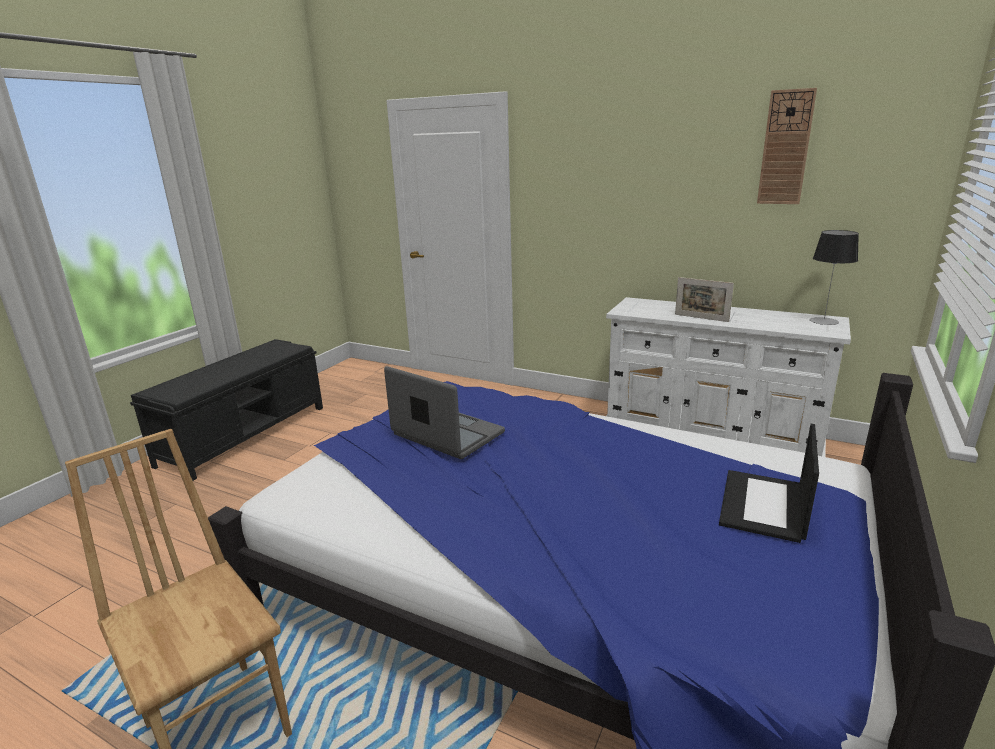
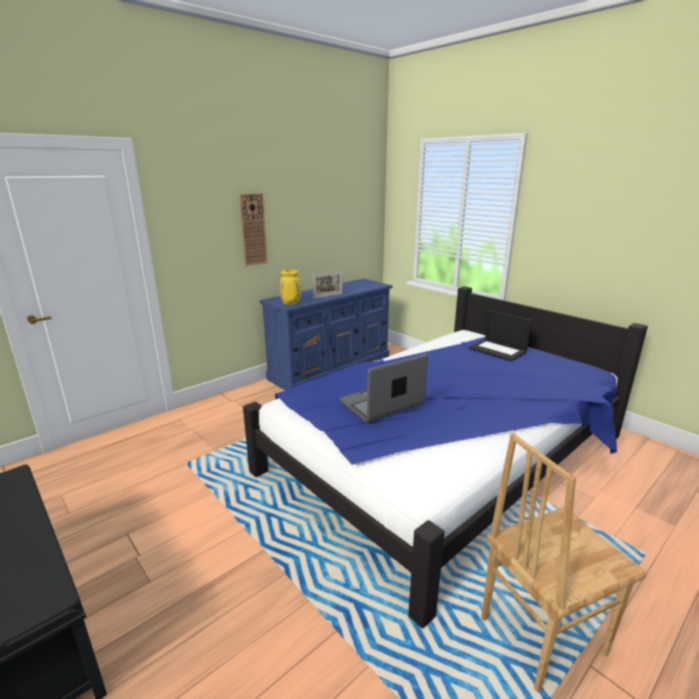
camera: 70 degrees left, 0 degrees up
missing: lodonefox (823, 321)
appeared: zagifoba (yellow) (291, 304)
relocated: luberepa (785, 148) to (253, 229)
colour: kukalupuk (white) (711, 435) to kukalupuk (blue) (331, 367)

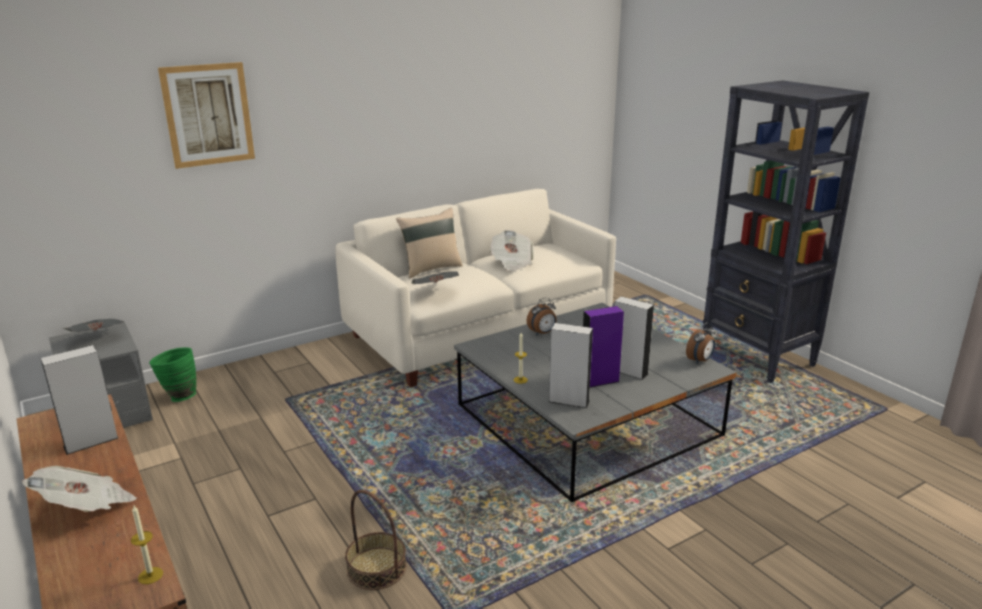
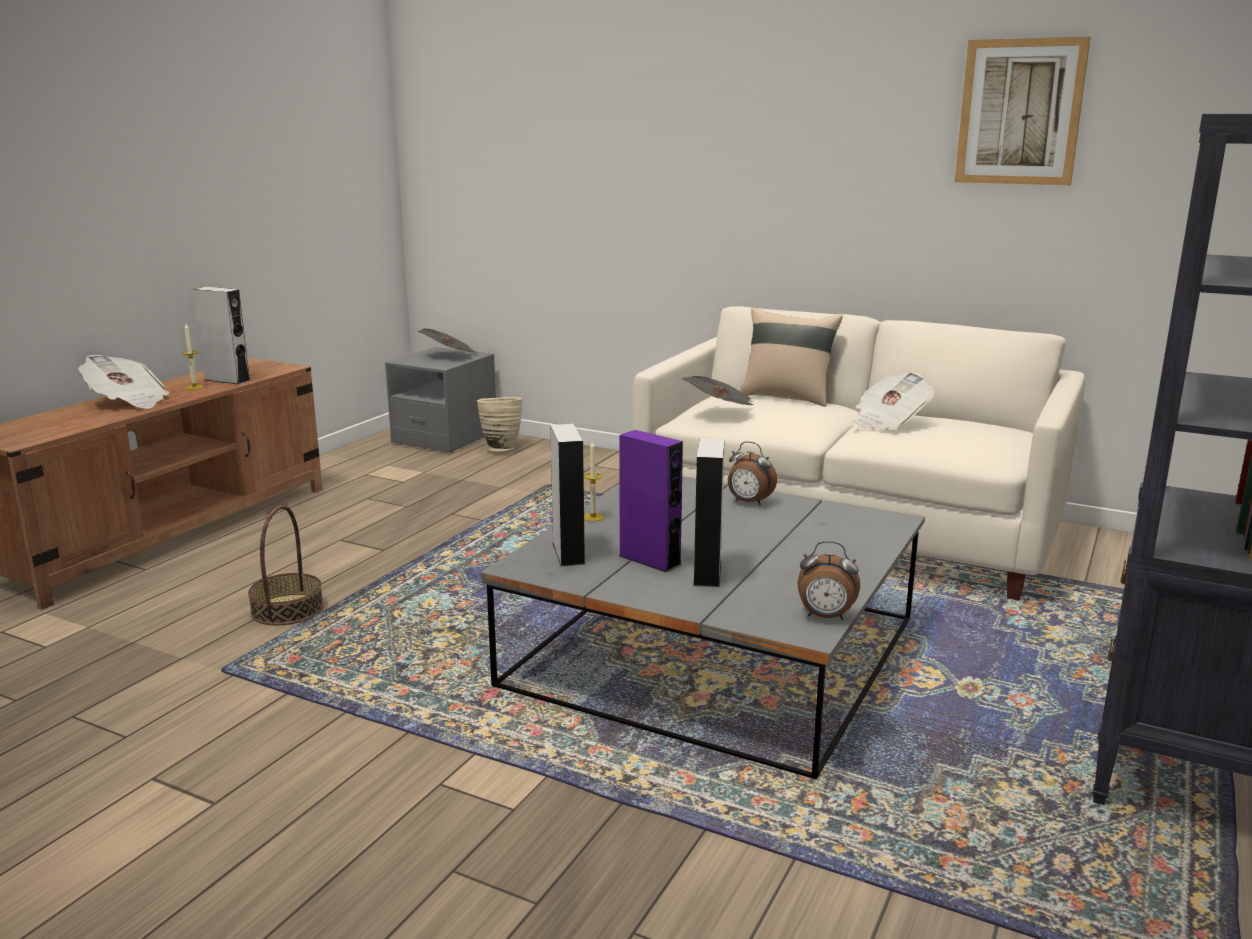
camera: 60 degrees right, 5 degrees down
relocated: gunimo (150, 575) to (194, 387); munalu (208, 115) to (1019, 112)
colour: zagifoba (green) (178, 396) to zagifoba (beige) (500, 449)

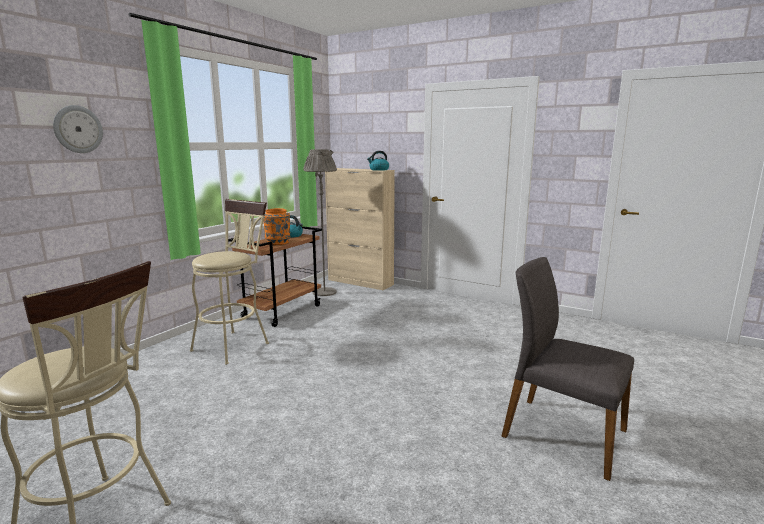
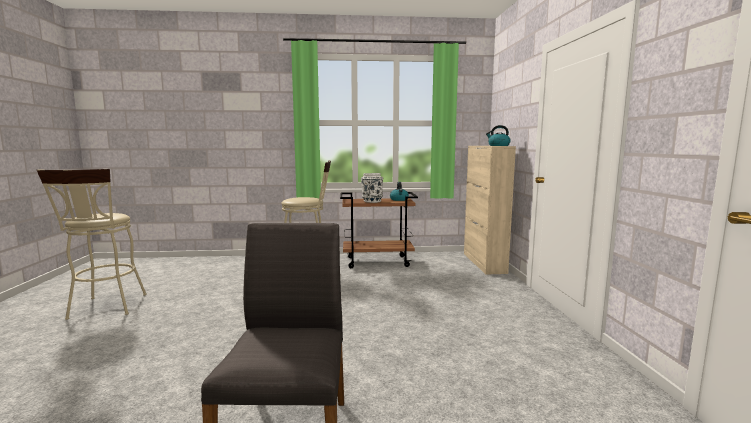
camera: 55 degrees right, 5 degrees down
missing: luberepa (78, 129); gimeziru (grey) (324, 292)
colour: zagifoba (orange) (278, 243) to zagifoba (white) (372, 201)

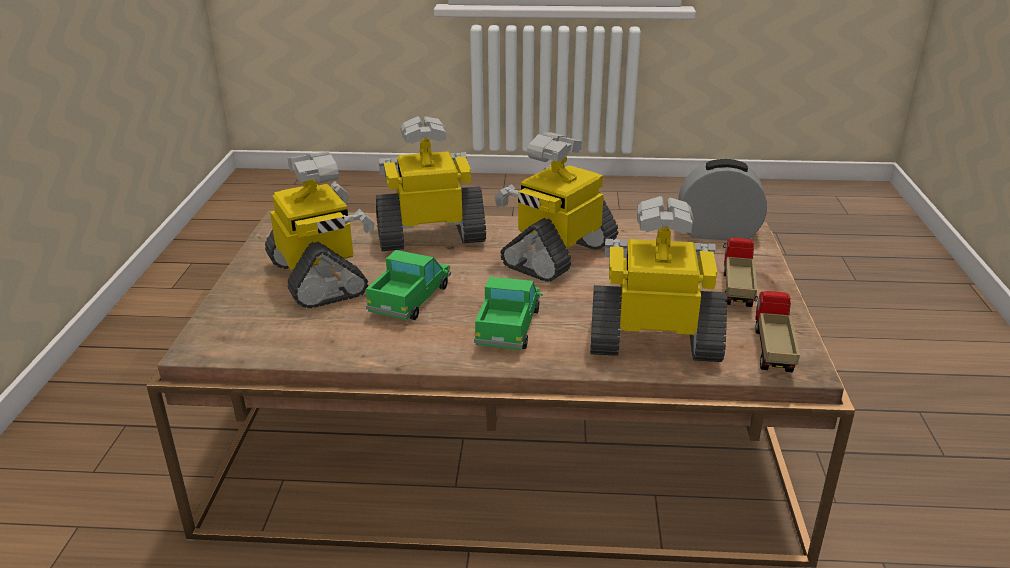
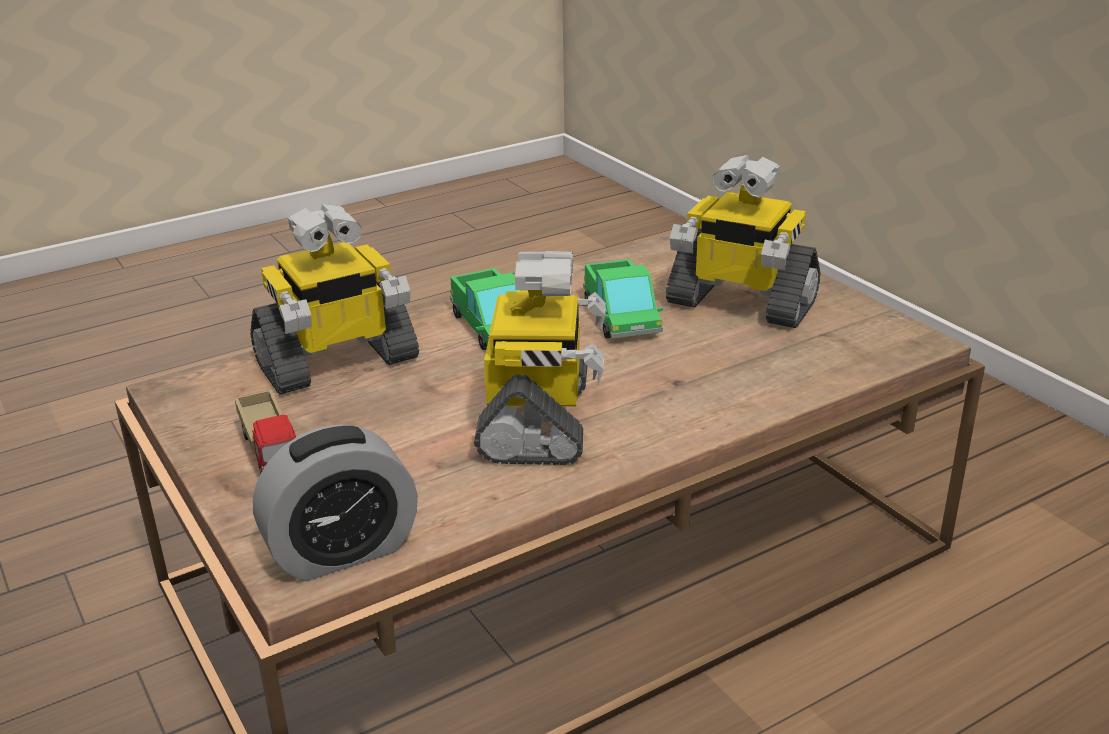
camera: 145 degrees right, 0 degrees up
missing: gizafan (431, 236); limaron (771, 350)

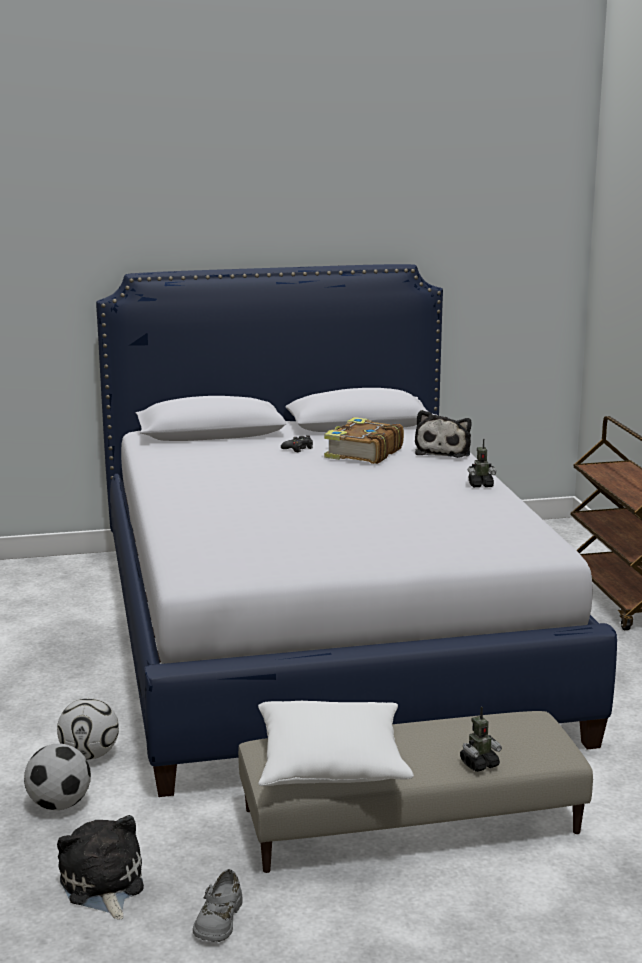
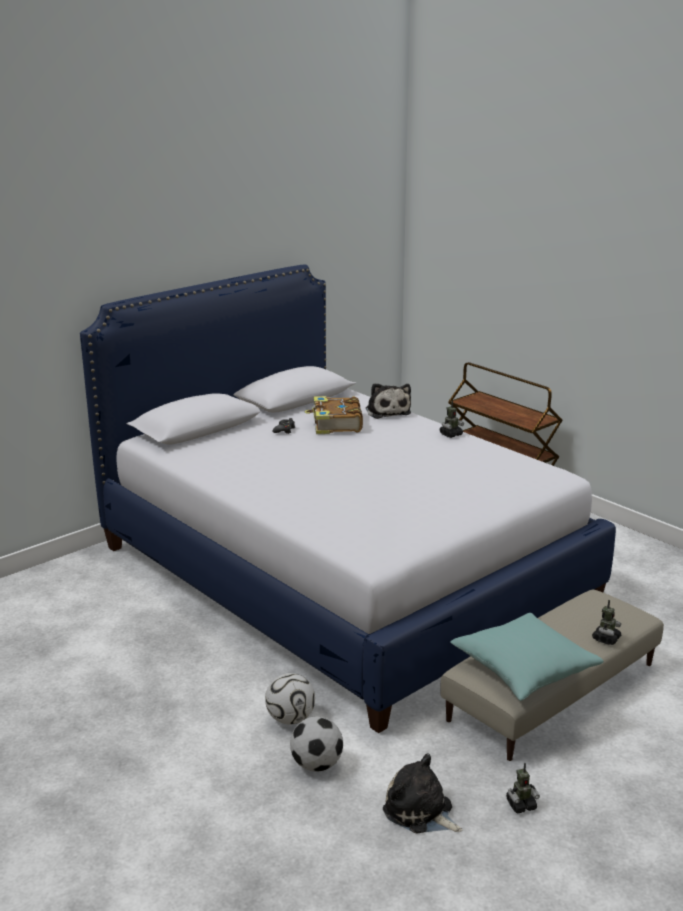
camera: 30 degrees left, 5 degrees up
exchanged: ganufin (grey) (218, 920) to gizafan (521, 805)
colour: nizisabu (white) (331, 764) to nizisabu (turquoise) (524, 669)

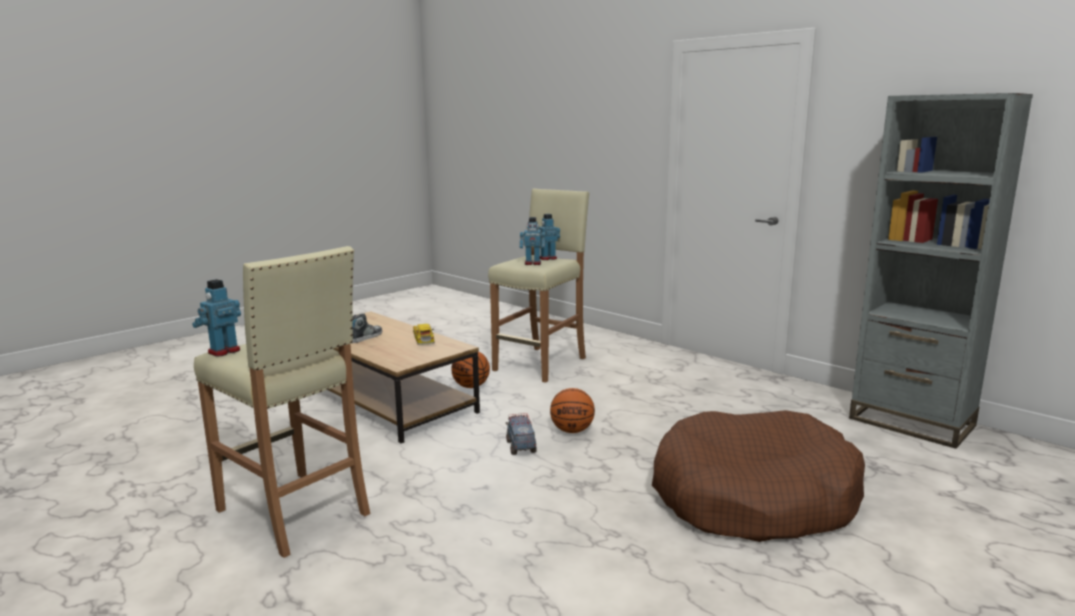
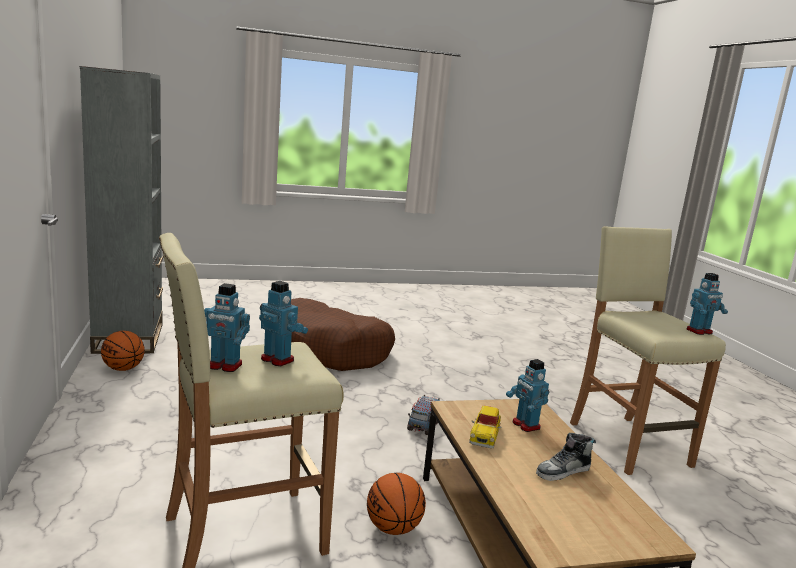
camera: 150 degrees left, 0 degrees up
appeared: gizafan (525, 425)
relocated: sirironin (572, 430) to (123, 369)

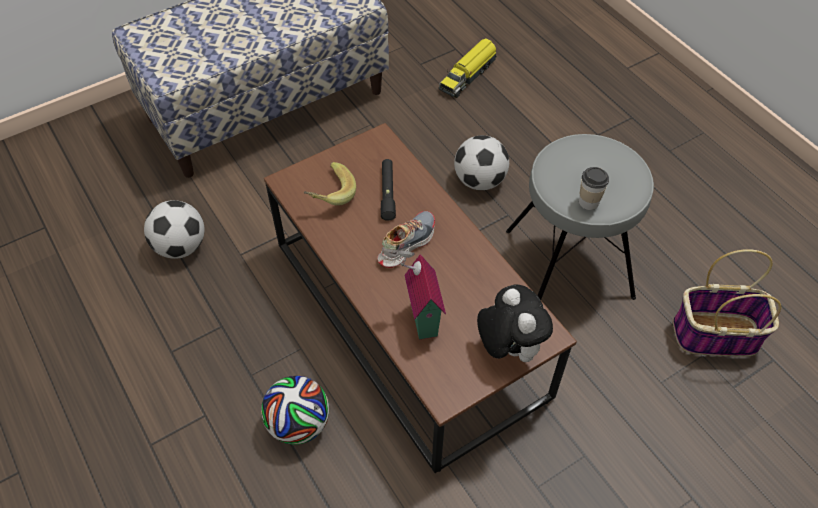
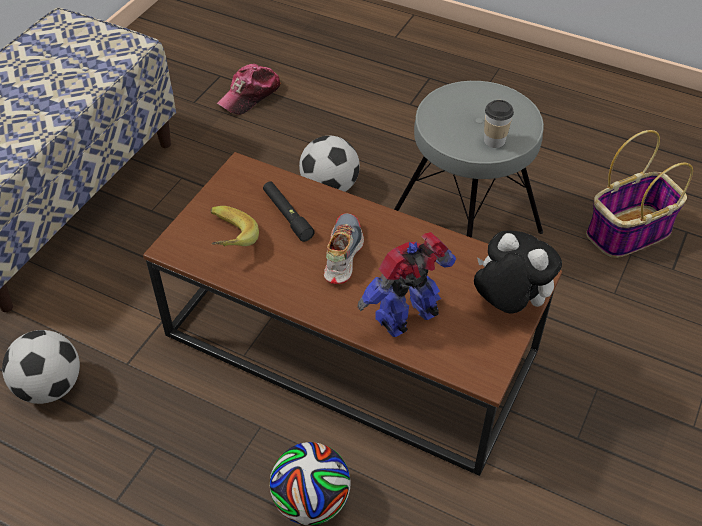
camera: 30 degrees left, 5 degrees down
exchanged: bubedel (420, 320) to gizafan (409, 317); limaron (468, 75) to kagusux (250, 95)

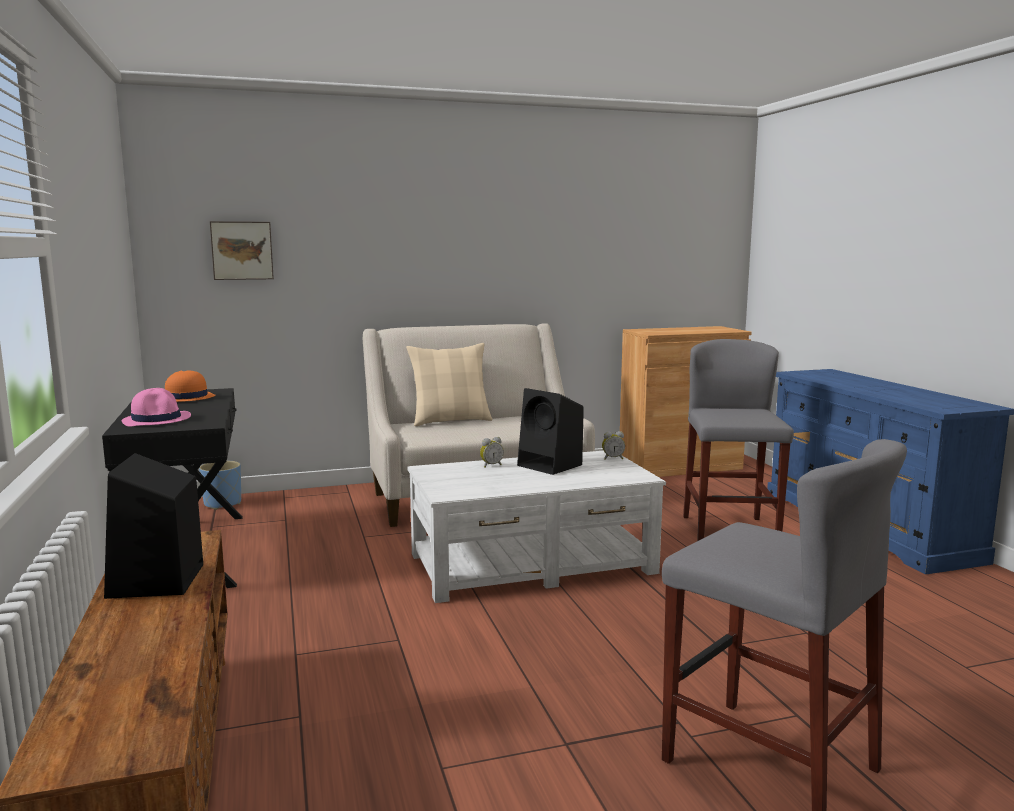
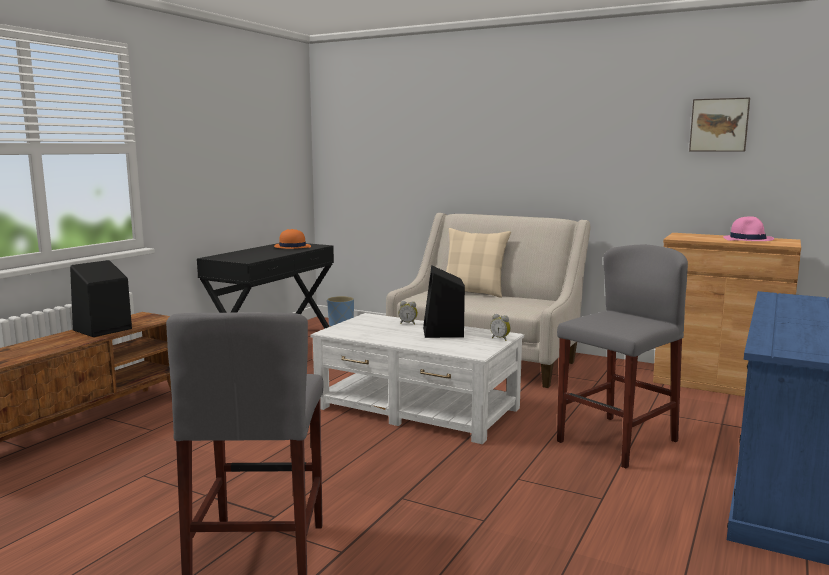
camera: 45 degrees right, 0 degrees up
relocated: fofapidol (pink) (157, 420) to (748, 239); munalu (242, 250) to (719, 125)

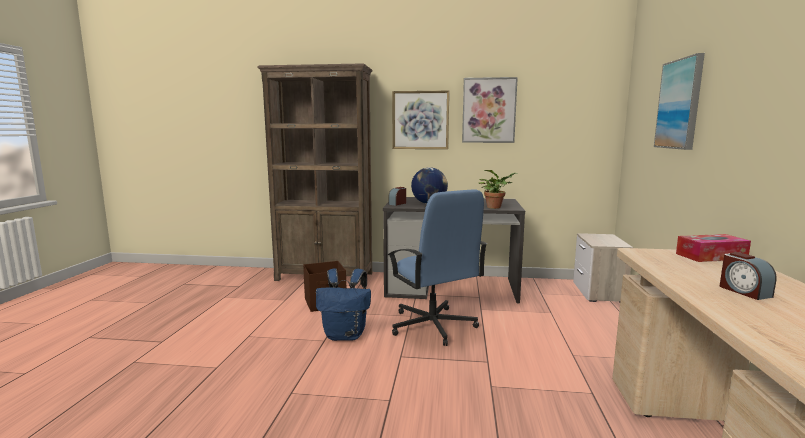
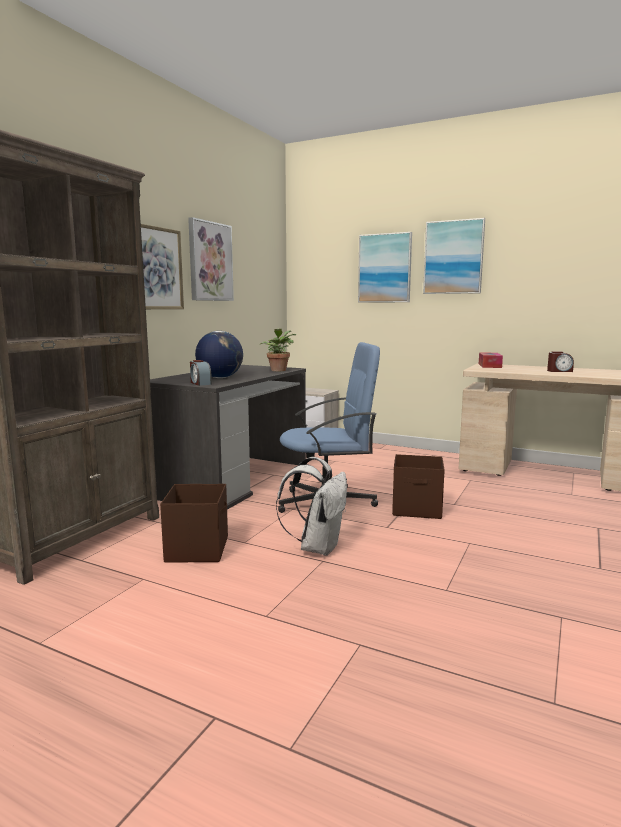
camera: 70 degrees left, 0 degrees up
appeared: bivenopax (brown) (417, 509); munalu (453, 257)
colour: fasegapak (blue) (346, 335) to fasegapak (white) (318, 547)

